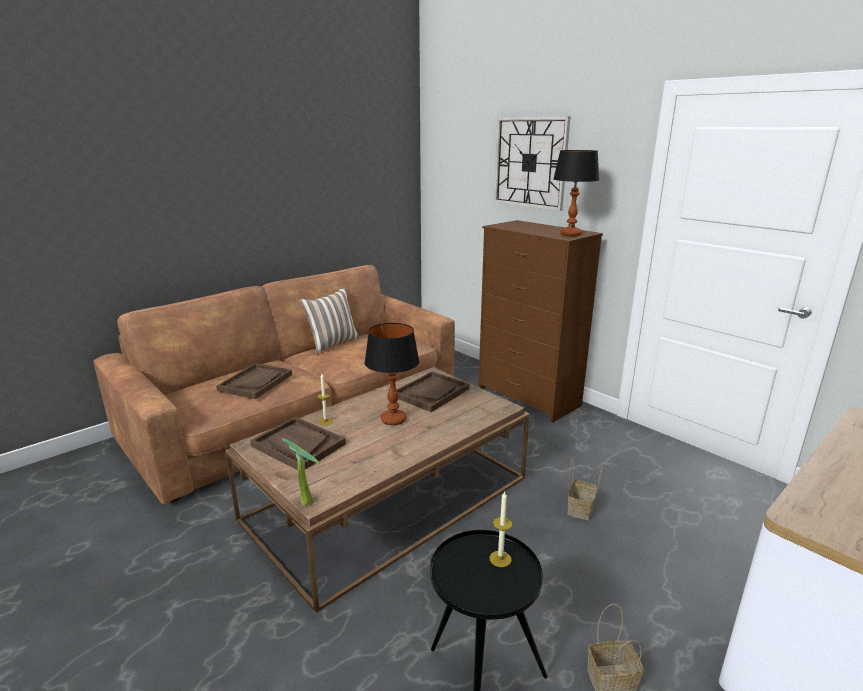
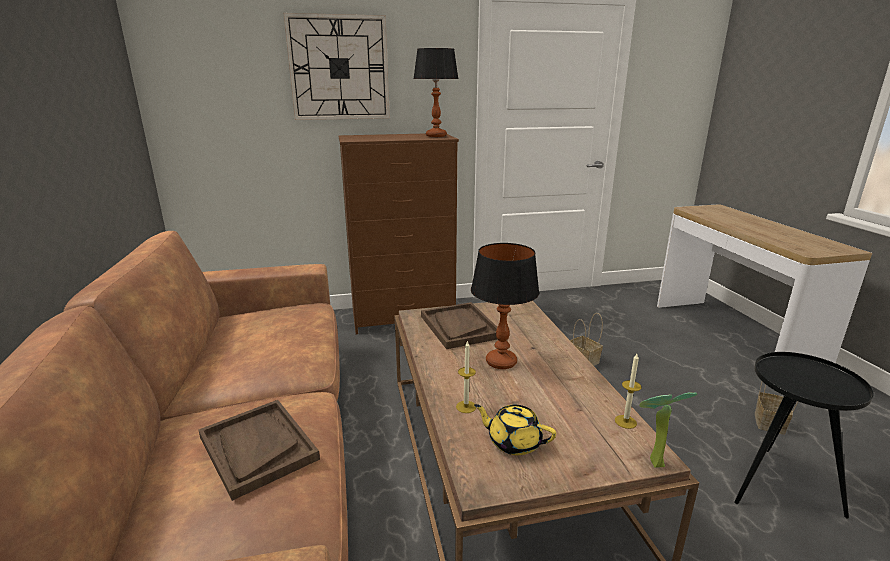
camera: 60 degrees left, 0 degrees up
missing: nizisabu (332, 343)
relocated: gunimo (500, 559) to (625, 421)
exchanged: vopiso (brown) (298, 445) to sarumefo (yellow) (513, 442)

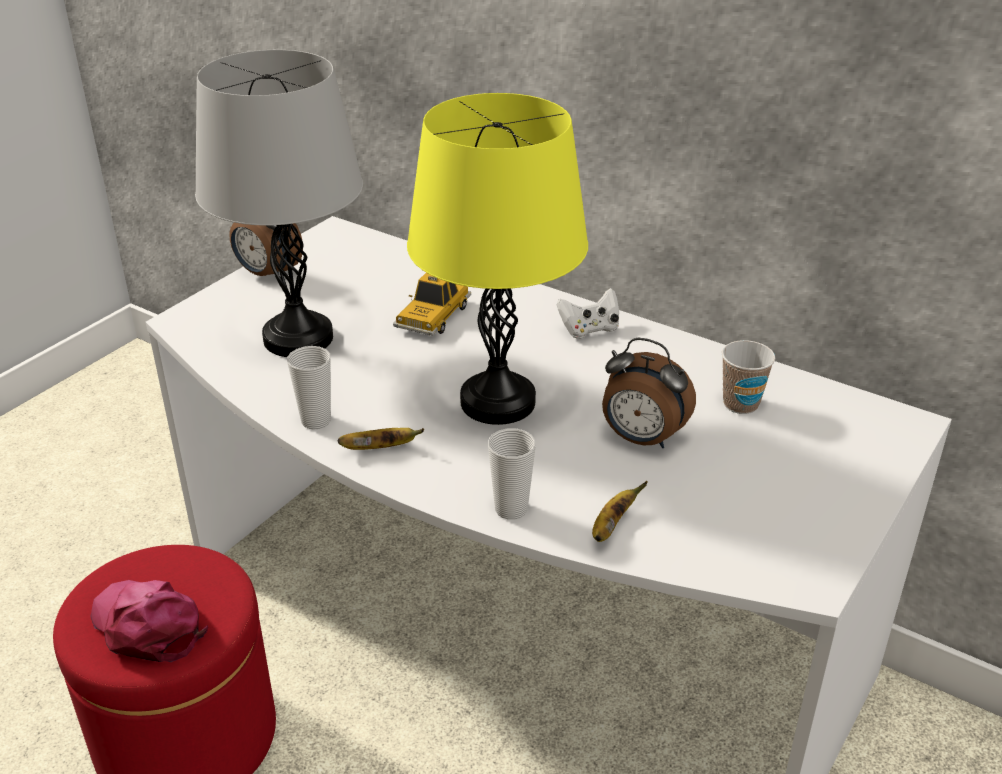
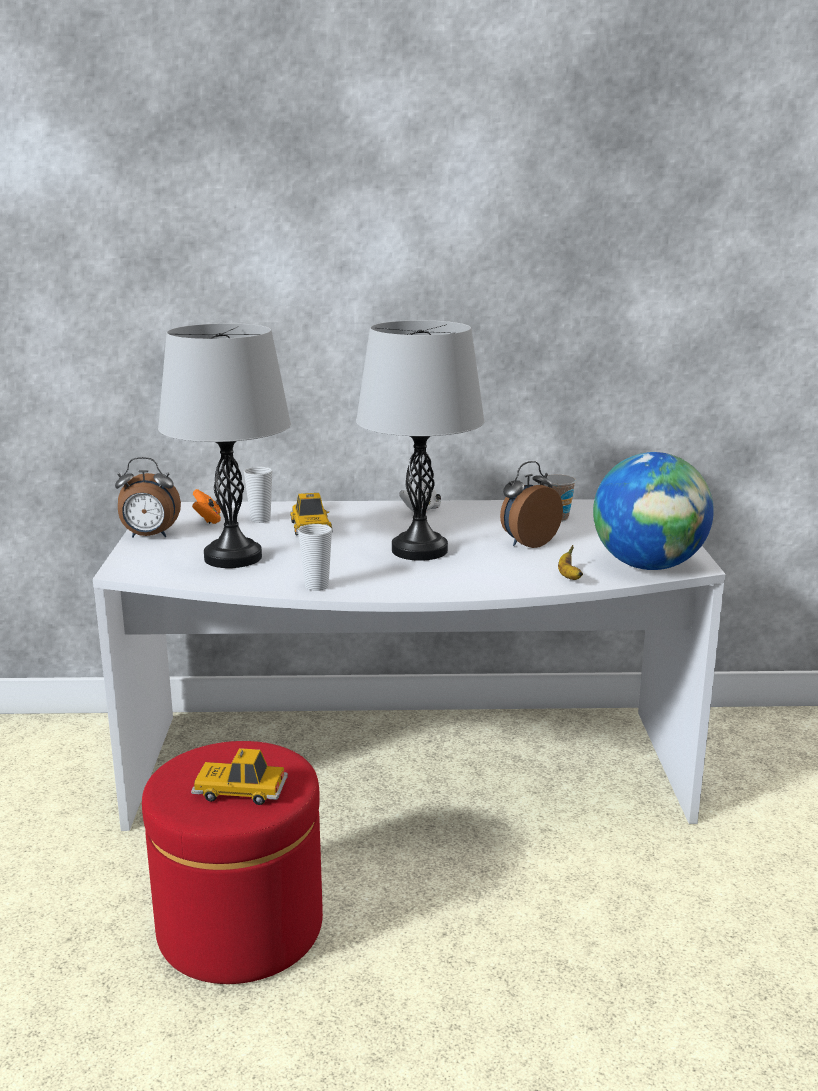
camera: 35 degrees left, 15 degrees down
missing: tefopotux (381, 448)
appeared: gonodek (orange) (207, 520); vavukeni (648, 566)
relocated: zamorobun (511, 509) to (260, 520)
exchanged: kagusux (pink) (148, 625) to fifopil (240, 791)
colour: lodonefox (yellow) (497, 402) to lodonefox (grey) (419, 550)
spun: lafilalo (641, 439) = (527, 543) 150 degrees clockwise

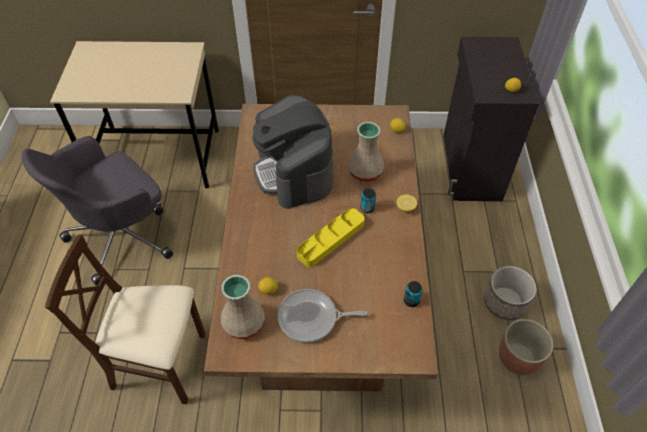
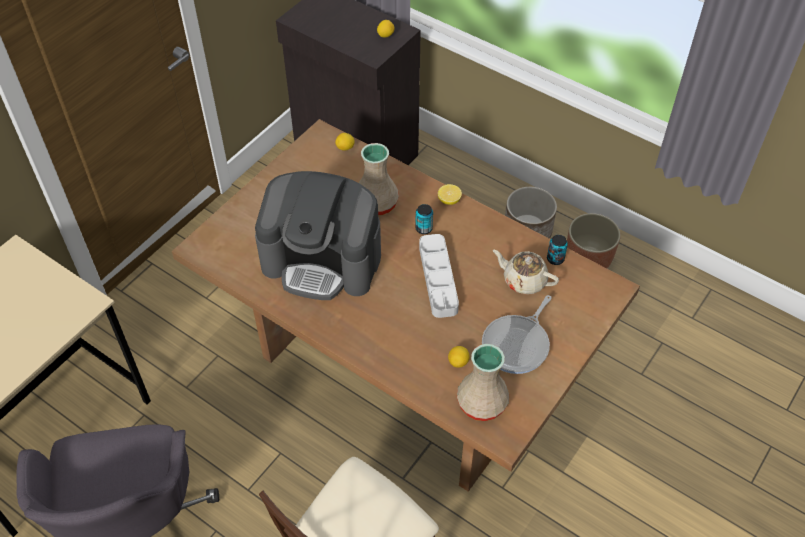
camera: 55 degrees left, 0 degrees up
appeared: sarumefo (beige) (523, 280)
colour: vopiso (yellow) (331, 239) to vopiso (grey) (438, 278)

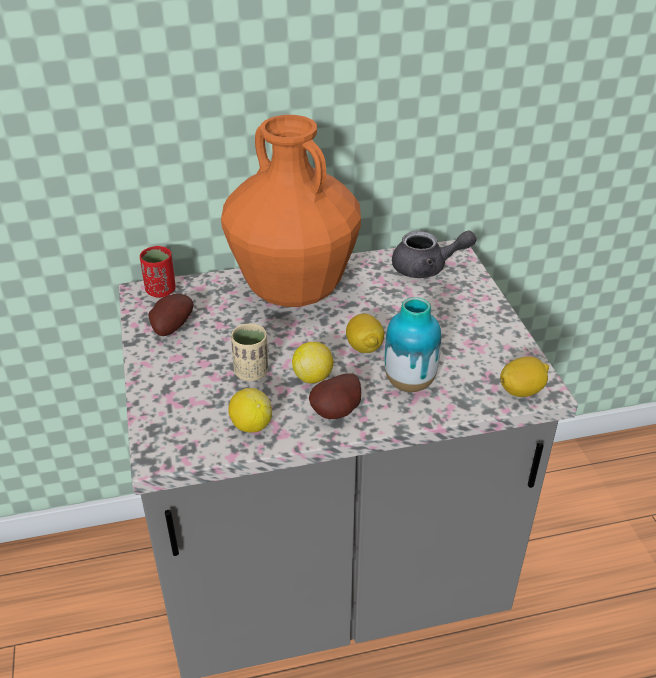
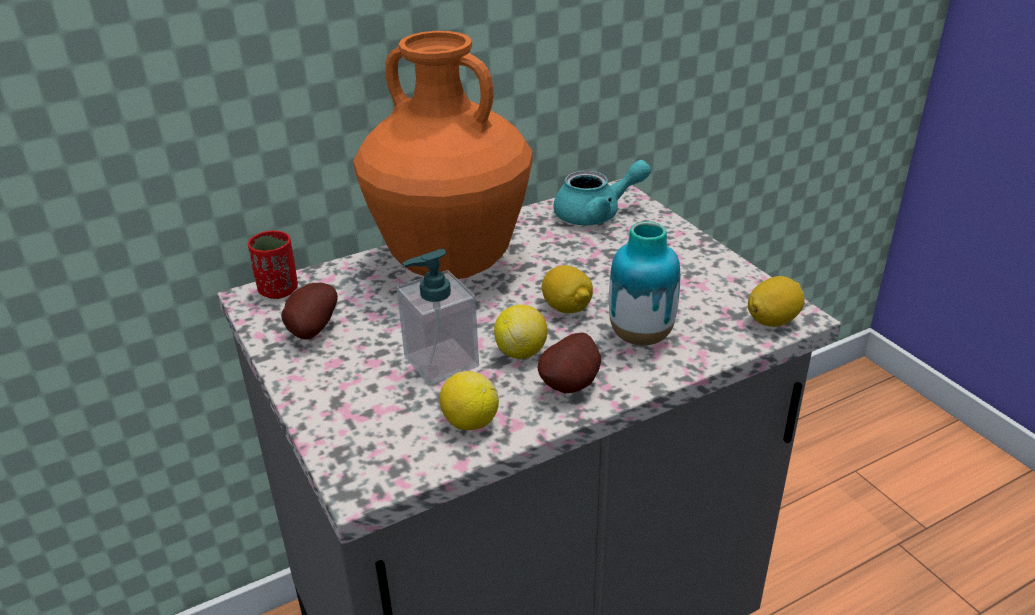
camera: 15 degrees left, 5 degrees down
exchanged: zamorobun (beige) (251, 372) to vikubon (441, 361)
colour: sarumefo (grey) (427, 268) to sarumefo (turquoise) (597, 214)

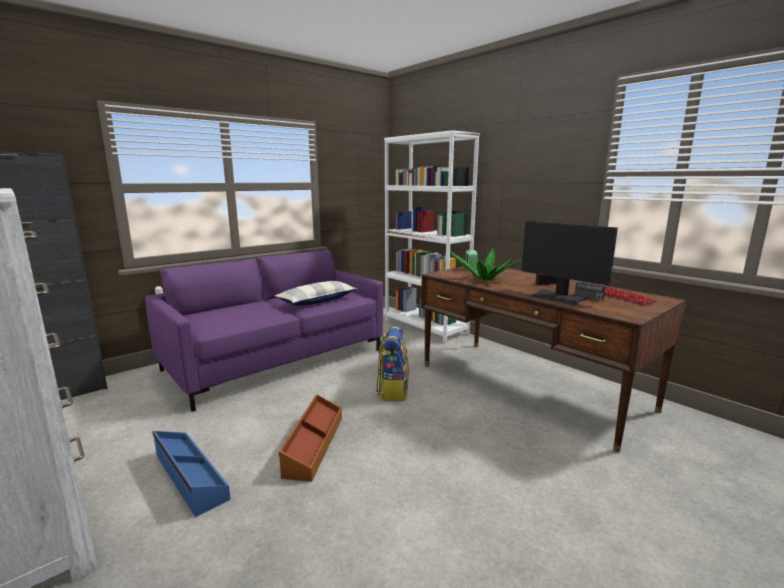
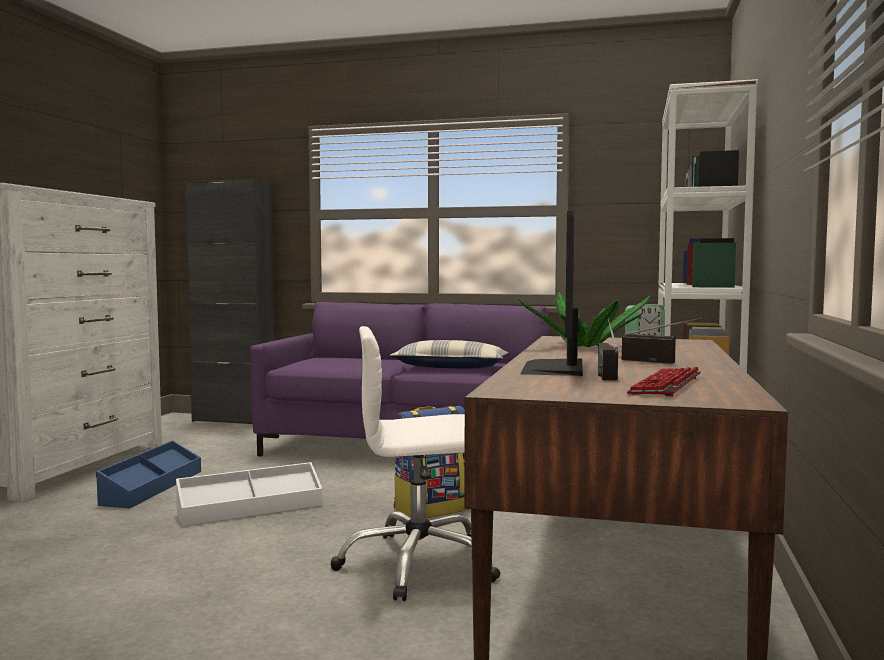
camera: 55 degrees right, 10 degrees down
appeared: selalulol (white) (418, 564)
colour: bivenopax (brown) (313, 444) to bivenopax (white) (250, 509)

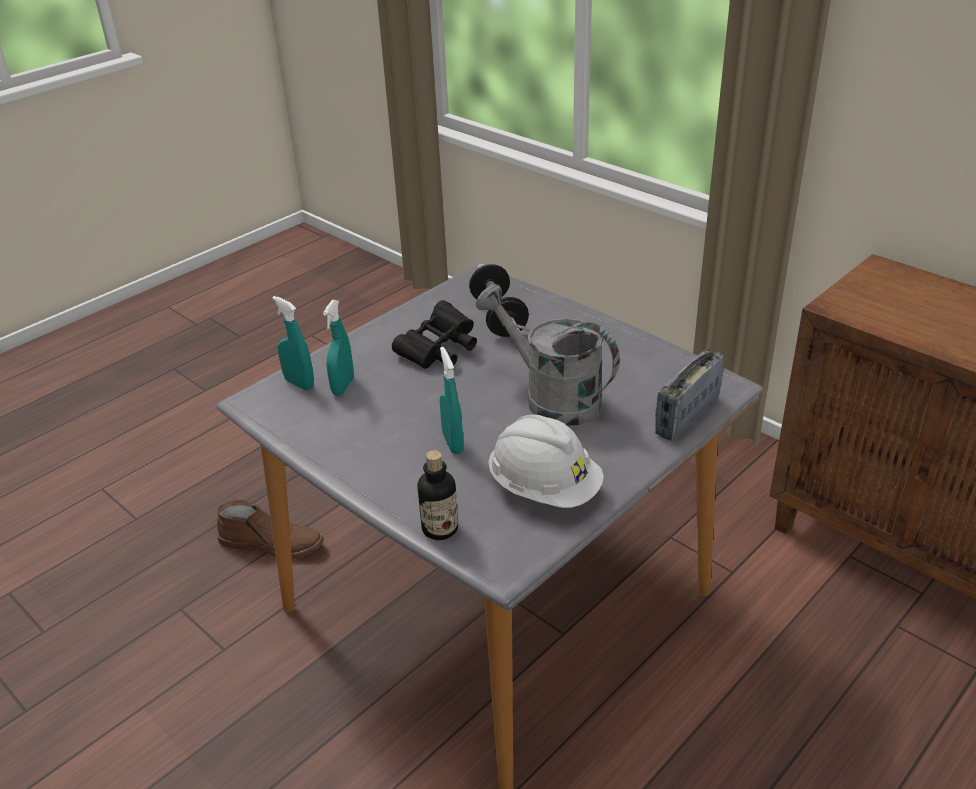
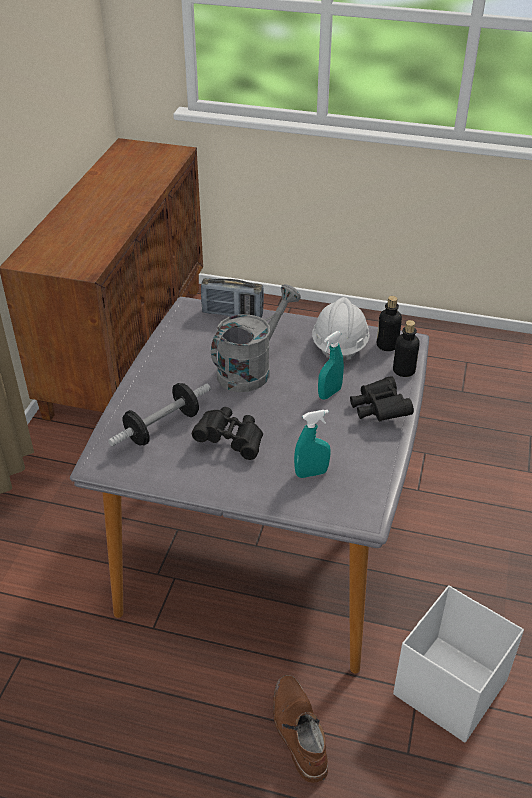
camera: 120 degrees left, 5 degrees up
missing: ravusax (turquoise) (299, 384)
appeared: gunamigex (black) (379, 410); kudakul (387, 345); bivenopax (white) (448, 688)
spun: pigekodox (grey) (551, 397) = (251, 369) 150 degrees counterclockwise

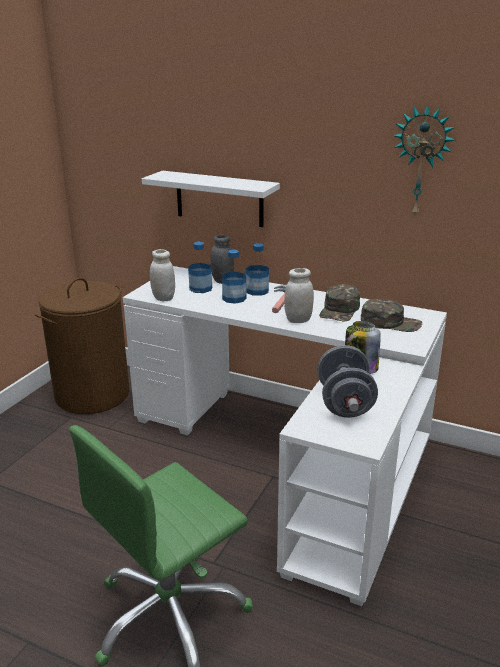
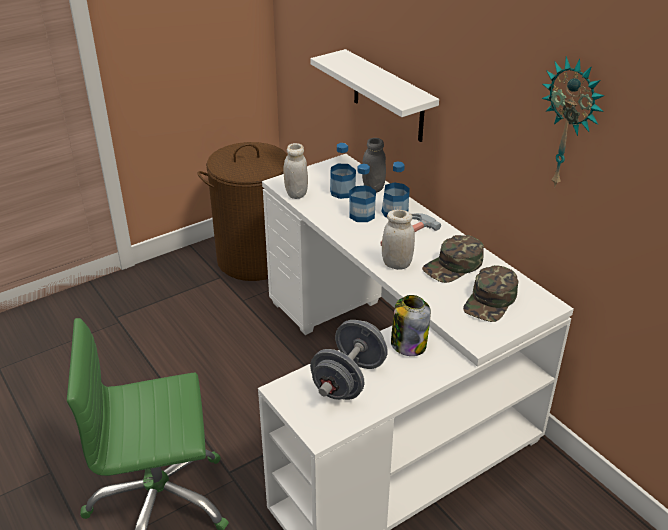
camera: 30 degrees right, 10 degrees up
spun: kagusux (green) (390, 322) = (491, 301) 75 degrees clockwise

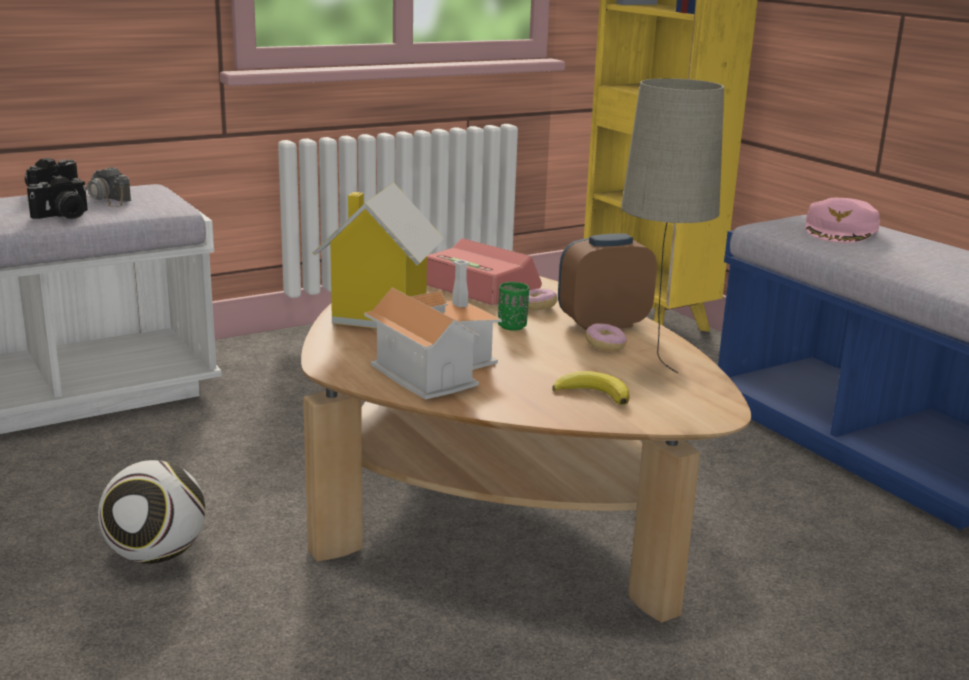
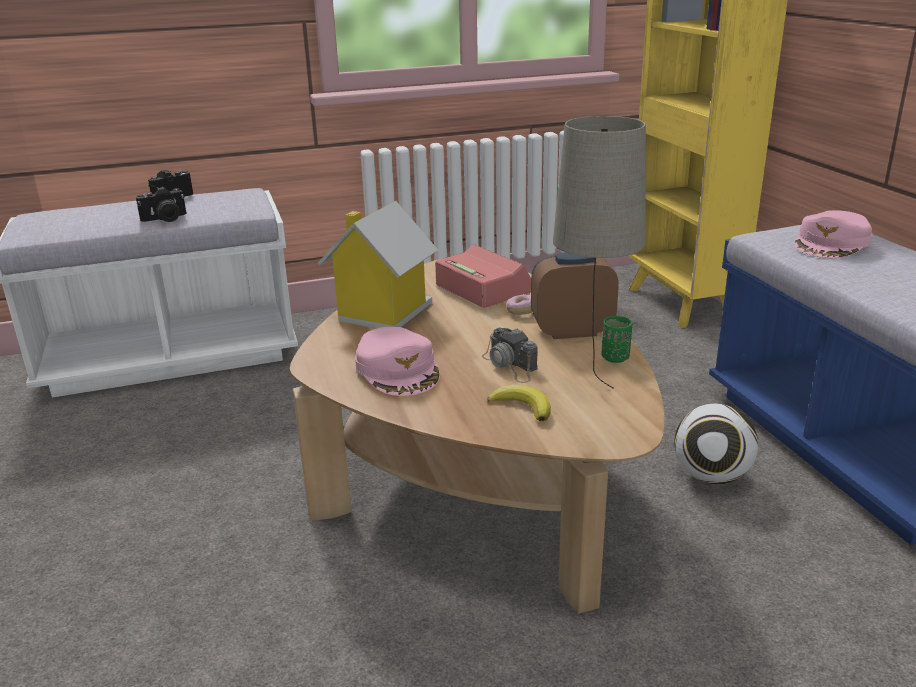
camera: 15 degrees right, 5 degrees up
missing: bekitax (605, 346)
relocated: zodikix (108, 199) to (510, 365); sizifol (156, 555) to (711, 476); zamorobun (green) (512, 326) to (615, 358)
exchanged: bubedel (435, 367) to kagusux (pink) (398, 370)

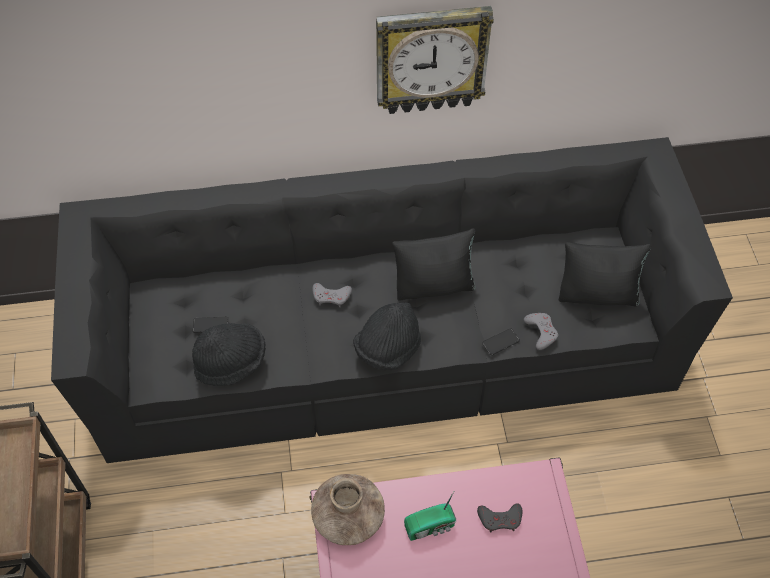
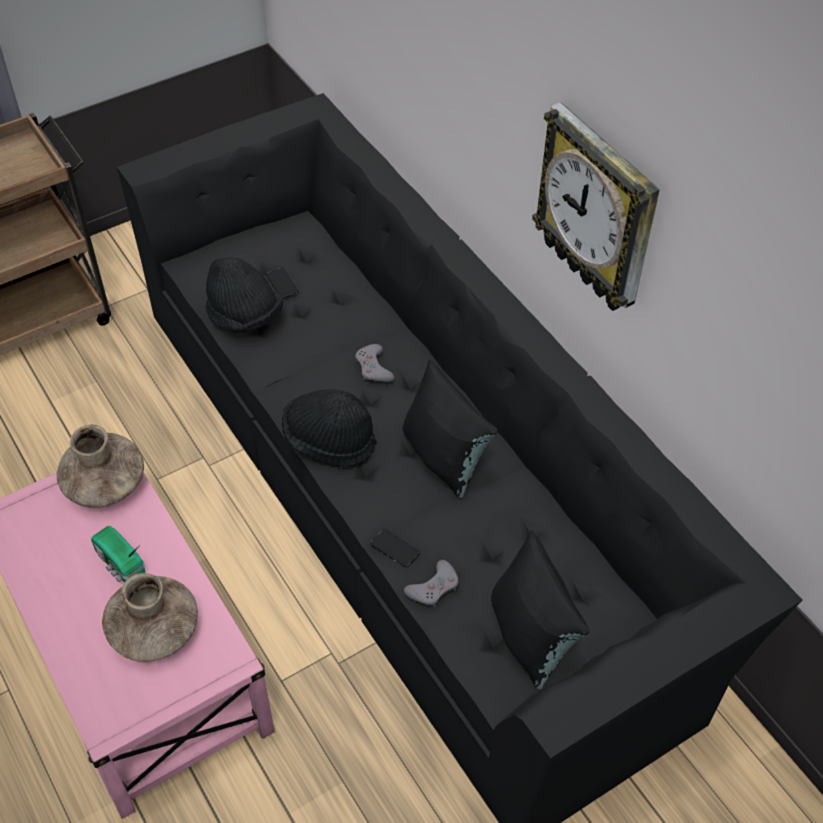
camera: 65 degrees right, 5 degrees down
exchanged: gonodek (grey) (500, 519) to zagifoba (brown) (154, 630)

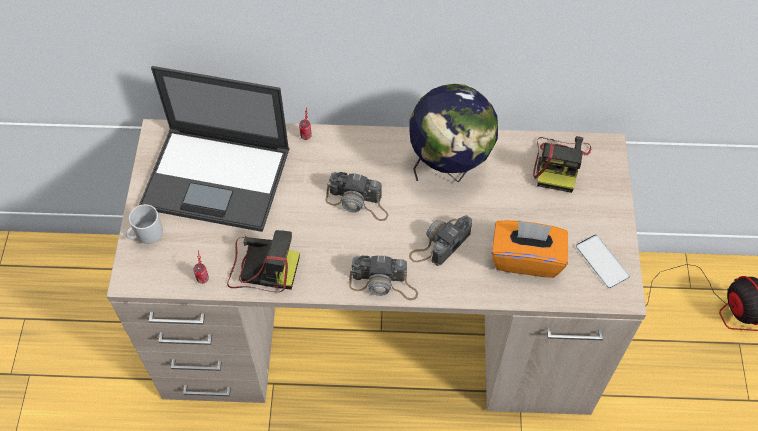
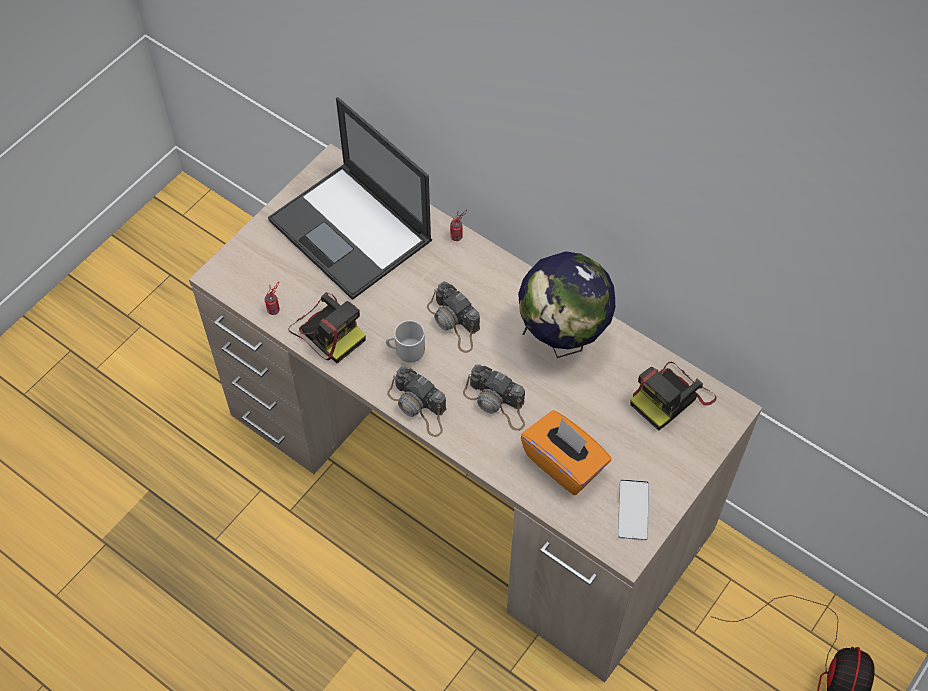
camera: 35 degrees right, 0 degrees up
relocated: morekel (148, 236) to (408, 352)
spun: zodikix (440, 244) = (497, 403) 135 degrees counterclockwise

